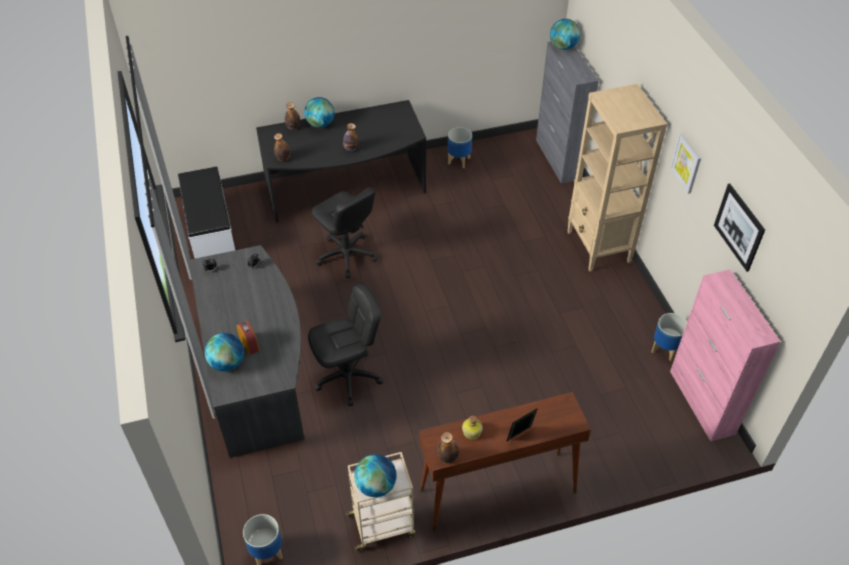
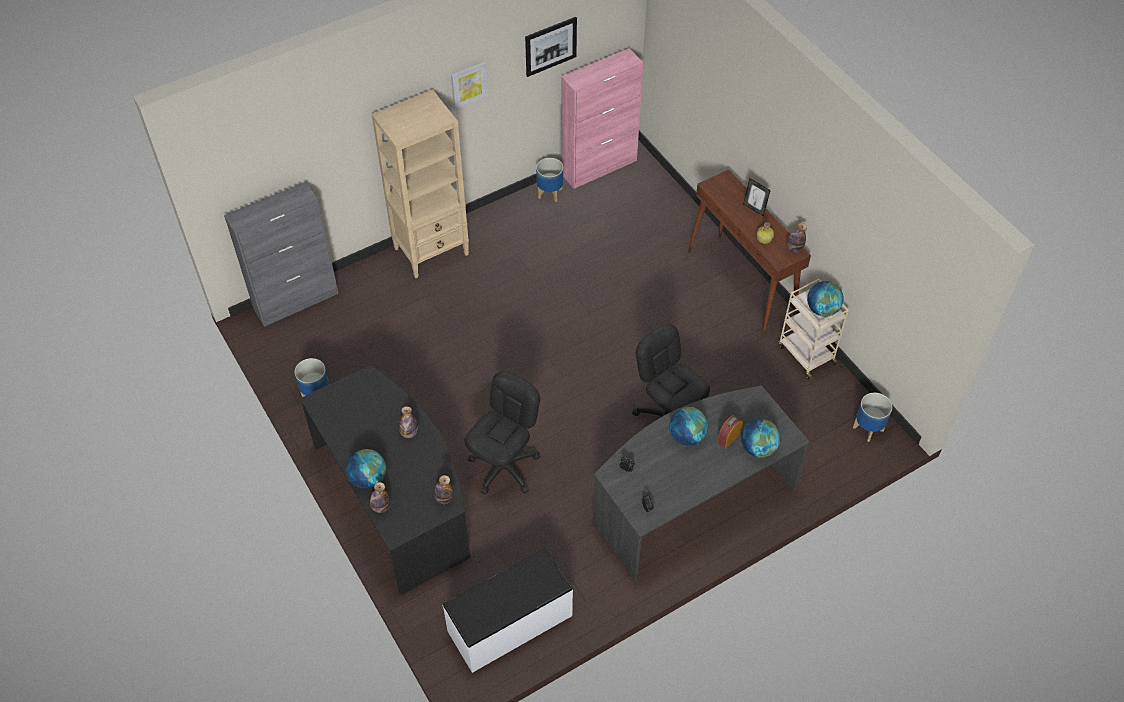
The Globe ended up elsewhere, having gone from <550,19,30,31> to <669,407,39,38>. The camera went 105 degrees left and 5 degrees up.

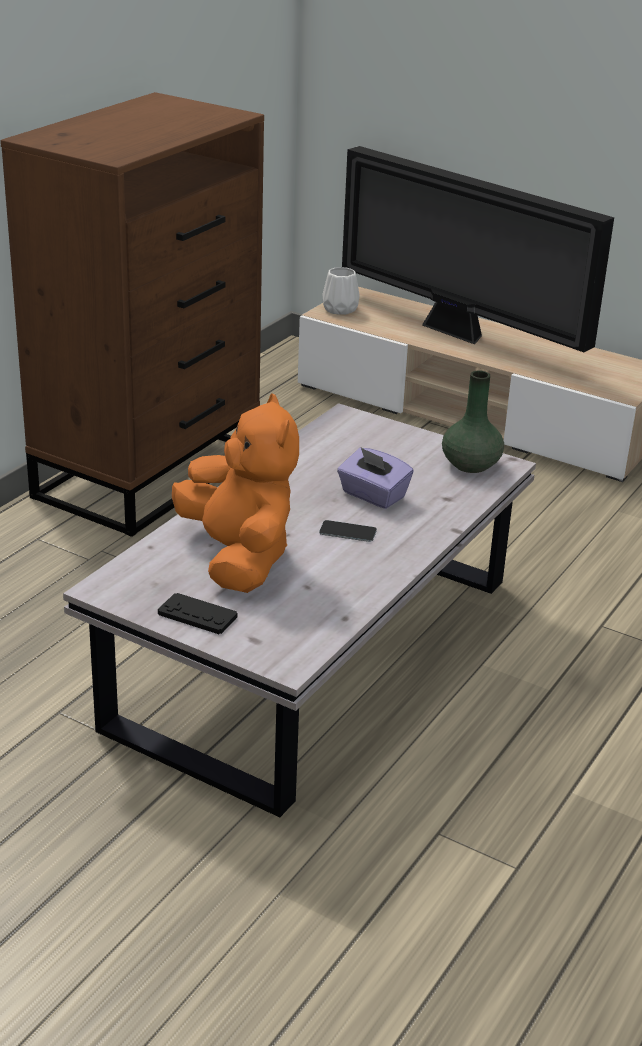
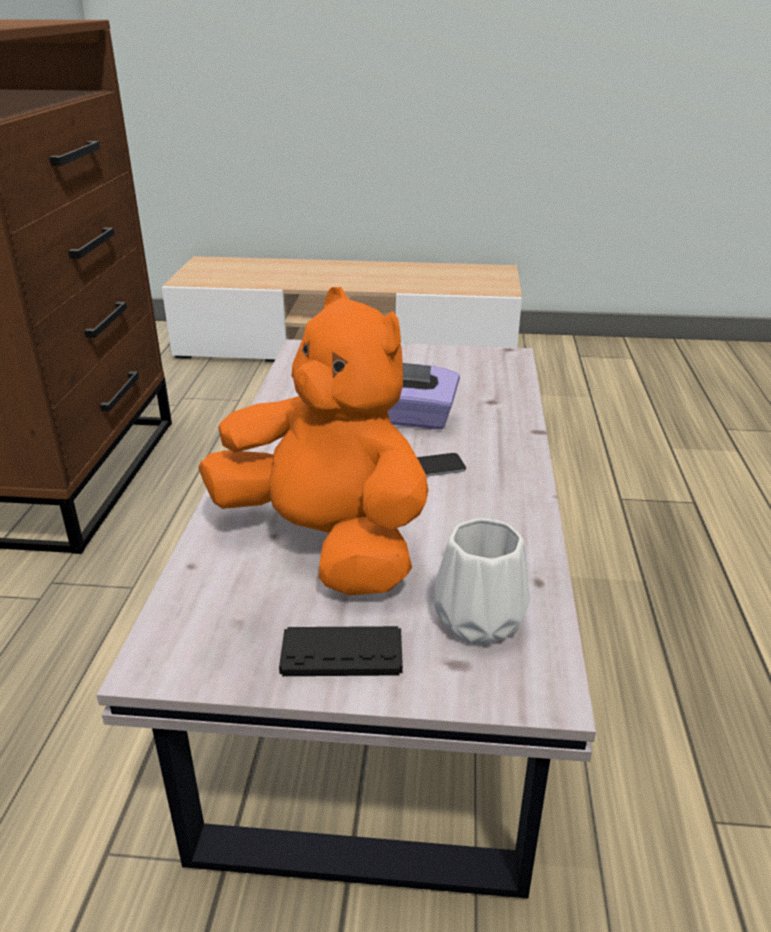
The WhiteVase ended up elsewhere, having gone from <322,267,38,48> to <434,518,96,127>. The second view lost the Television at <342,146,272,206>. The second view lost the GreenVase at <442,370,62,103>. The camera went 25 degrees left and 0 degrees up.

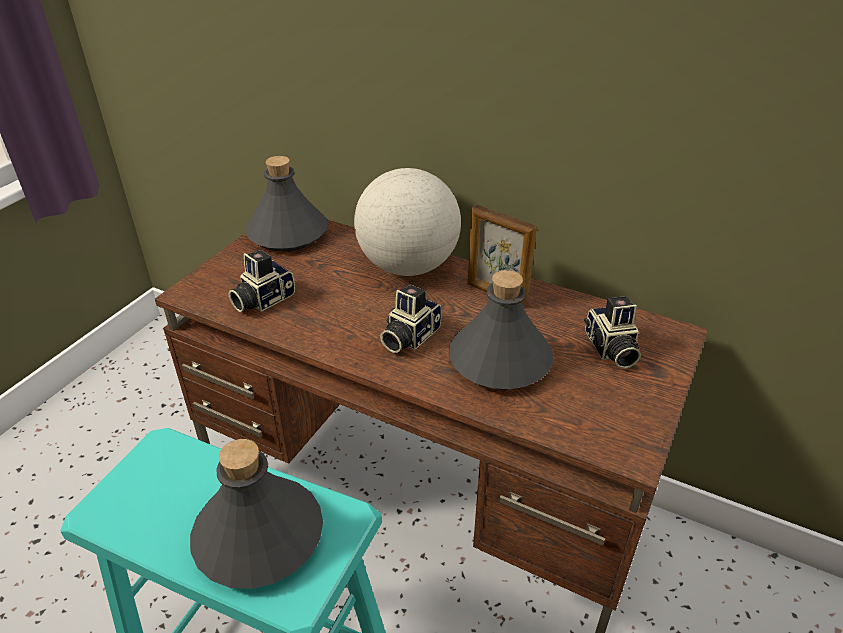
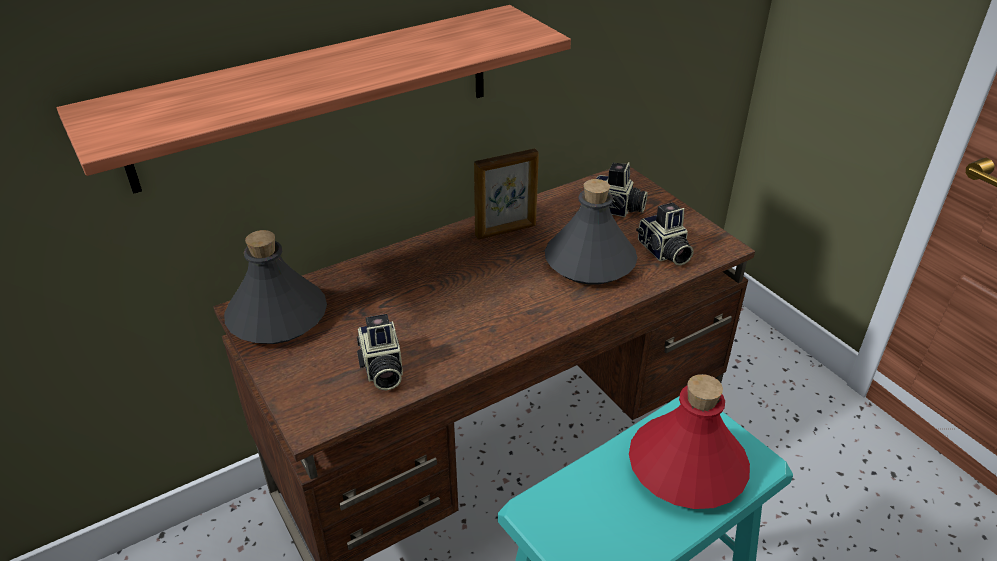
The second view gained the Shelf at <57,5,514,189>. What was the GreyBottle at <190,439,133,150> turned into the RedBottle at <629,374,121,135>. The PhotoCamera ended up elsewhere, having gone from <380,284,62,69> to <636,202,58,64>. The second view lost the Globe at <354,168,107,108>. The camera went 60 degrees left and 0 degrees up.

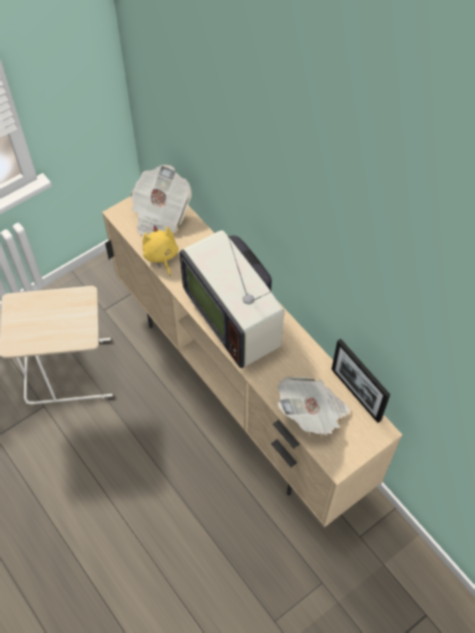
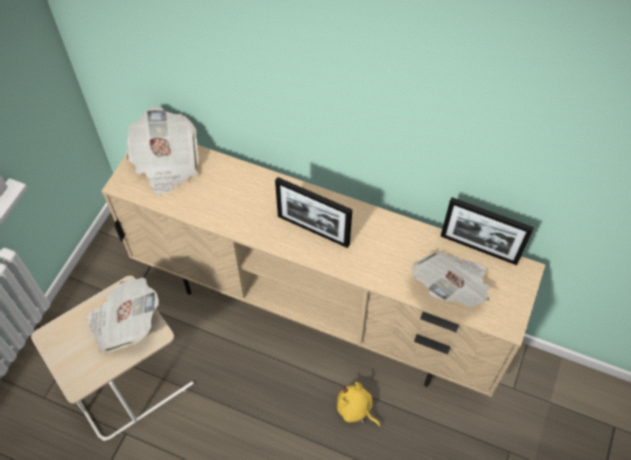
The second view gained the Newspaper at <86,278,73,75>. Where the Television stood at <180,230,104,138>, the PictureFrame came to stand at <275,177,77,71>. The YellowPlushToy ended up elsewhere, having gone from <143,225,35,51> to <337,382,43,45>. The camera went 30 degrees left and 0 degrees up.

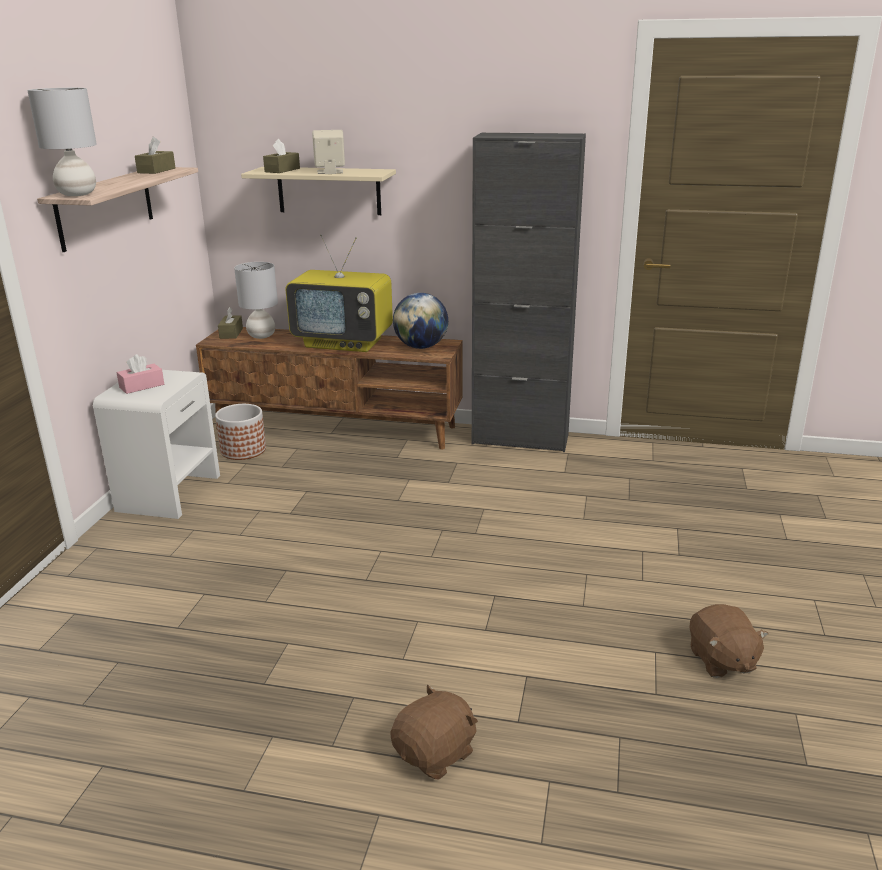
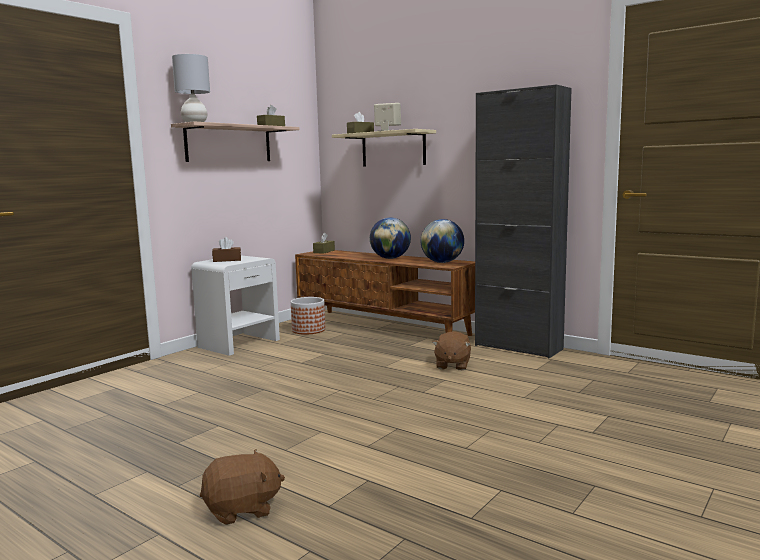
What was the PinkTissueBox at <116,354,48,40> turned into the BrownTissueBox at <212,237,29,25>. Where the Television stood at <285,234,108,118>, the Globe came to stand at <370,218,41,41>. The BrownPlushToy ended up elsewhere, having gone from <689,604,80,74> to <432,331,39,39>. The second view lost the GreyTableLamp at <234,262,44,77>. The camera went 25 degrees right and 15 degrees down.

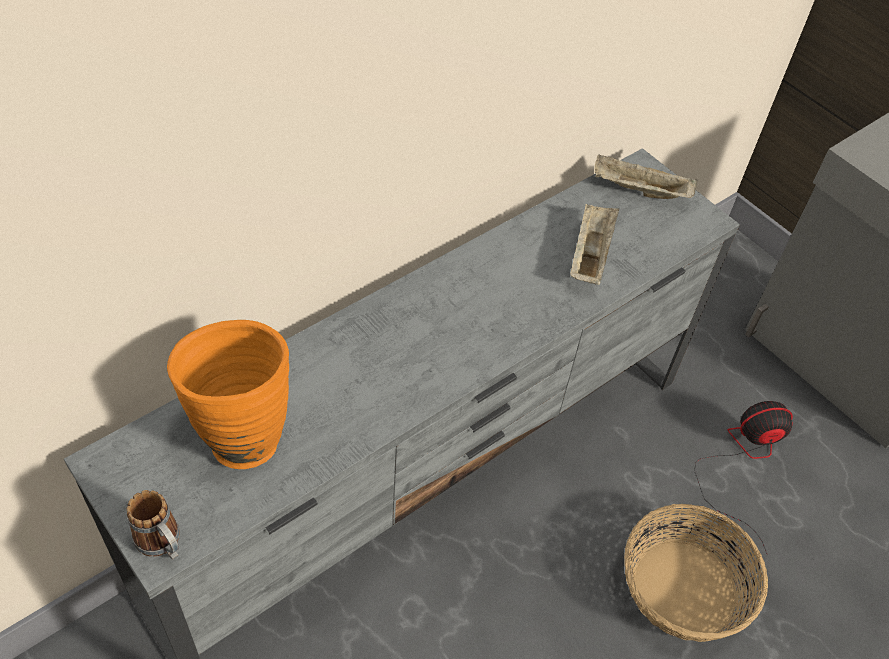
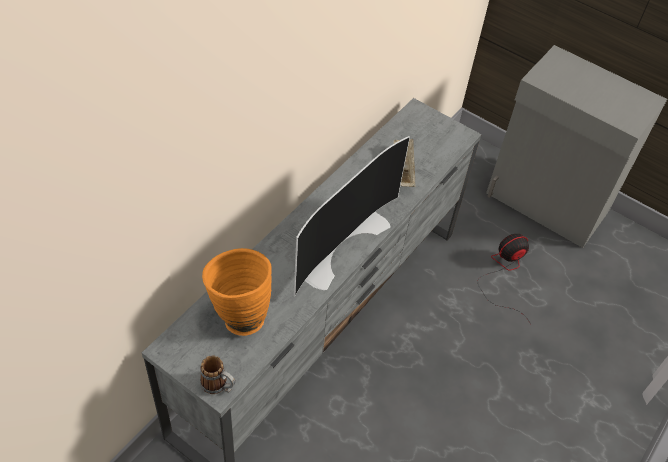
The second view gained the Television at <294,136,116,160>. The second view lost the BeigeTray at <594,154,104,45>. The second view lost the Basket at <624,504,144,138>. The camera went 15 degrees left and 0 degrees up.

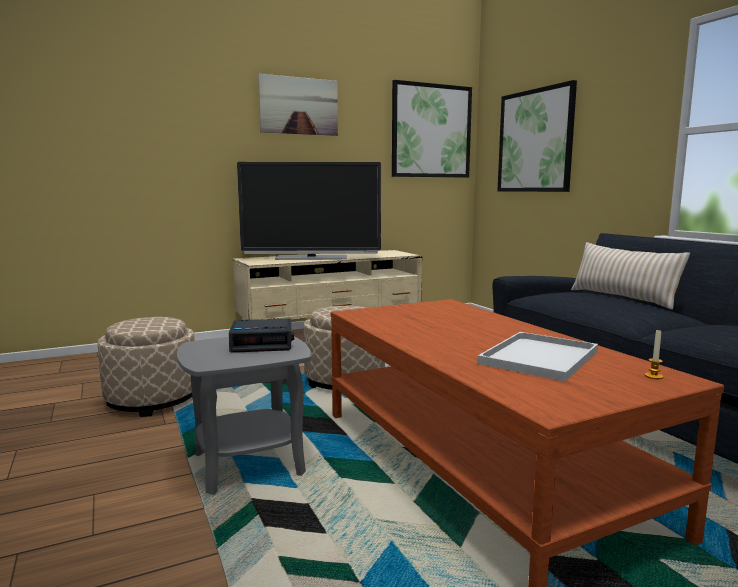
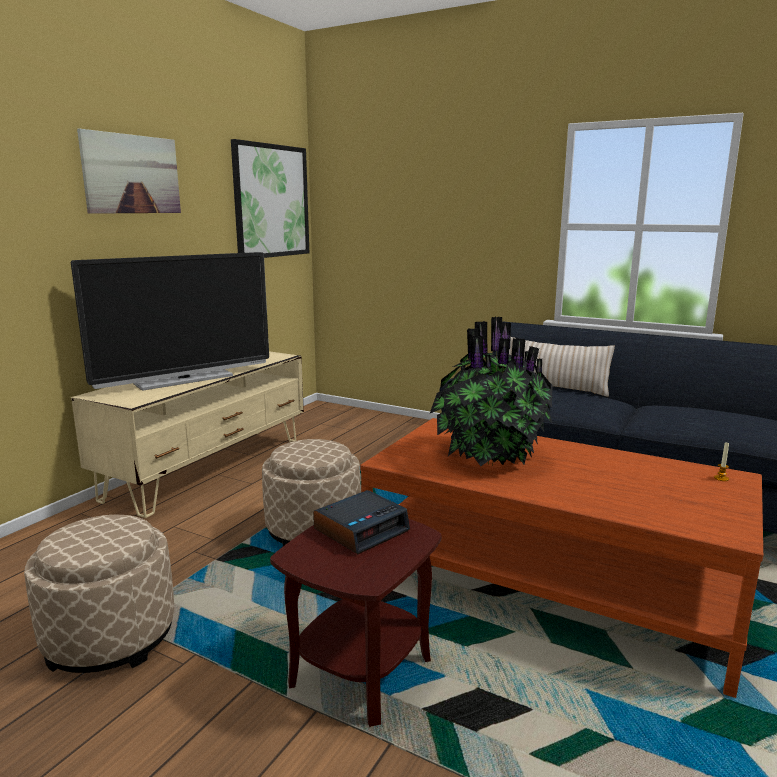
What was the GreySideTable at <177,336,134,159> turned into the BrownSideTable at <270,519,171,208>. The second view gained the PottedPlant at <430,317,123,149>. The second view lost the WhiteTray at <477,332,121,50>. The second view lost the Picture at <497,80,80,112>. The camera went 35 degrees left and 5 degrees up.

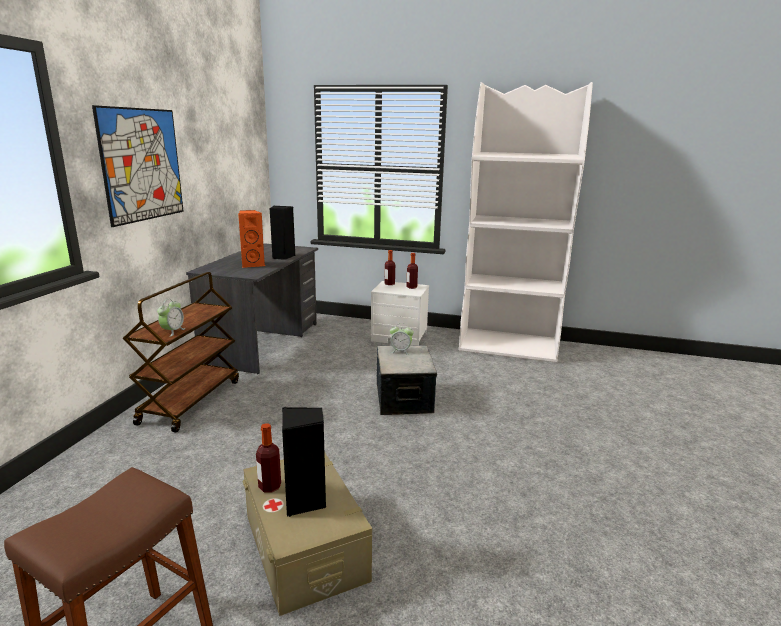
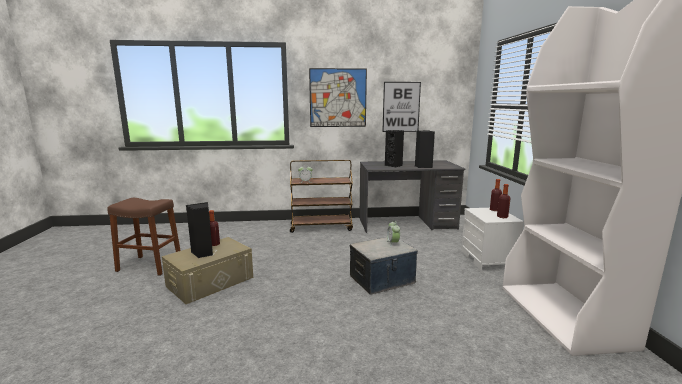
The second view gained the Picture at <382,82,39,50>. What was the OrangeSpeaker at <238,210,27,58> turned into the BlackSpeaker at <385,130,19,38>. The camera went 70 degrees right and 5 degrees down.

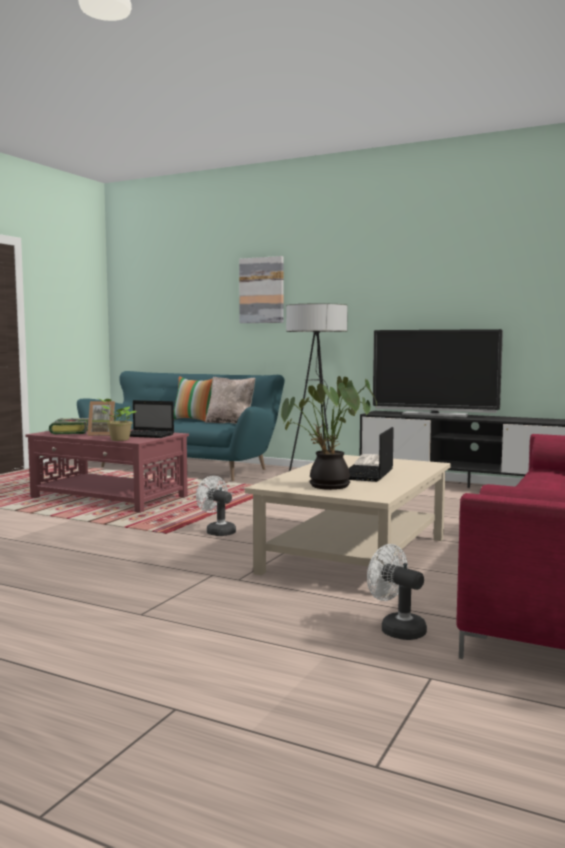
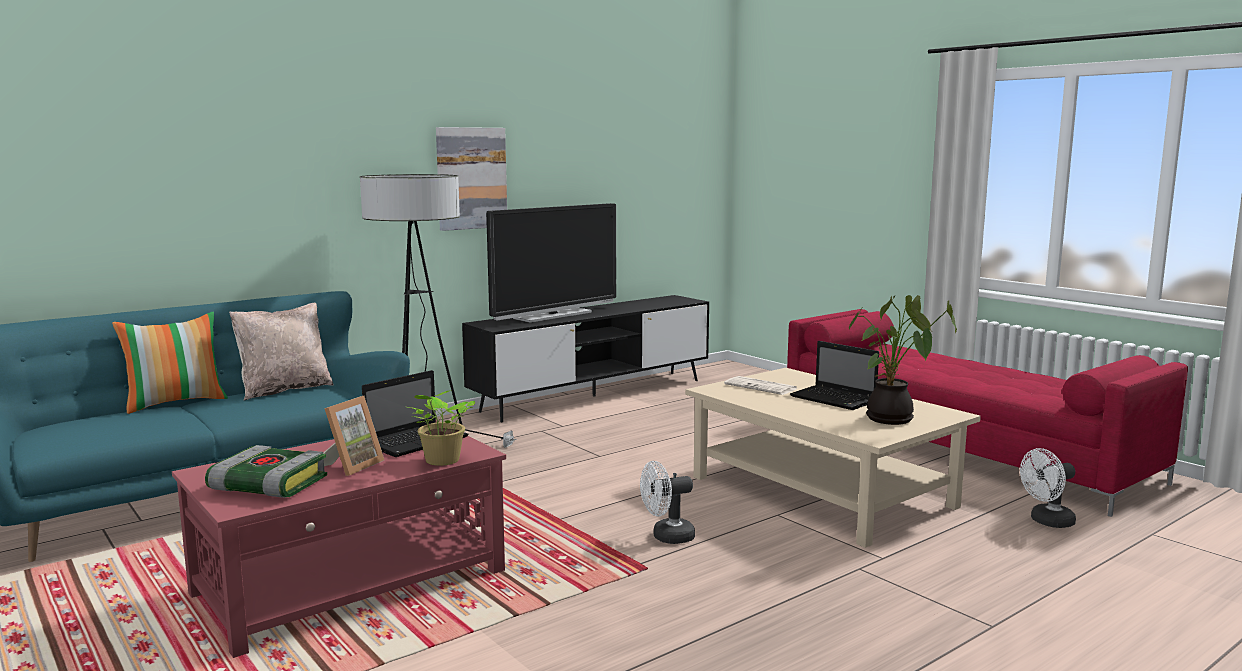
The Picture ended up elsewhere, having gone from <239,256,44,67> to <436,127,71,104>. The camera went 65 degrees left and 5 degrees up.

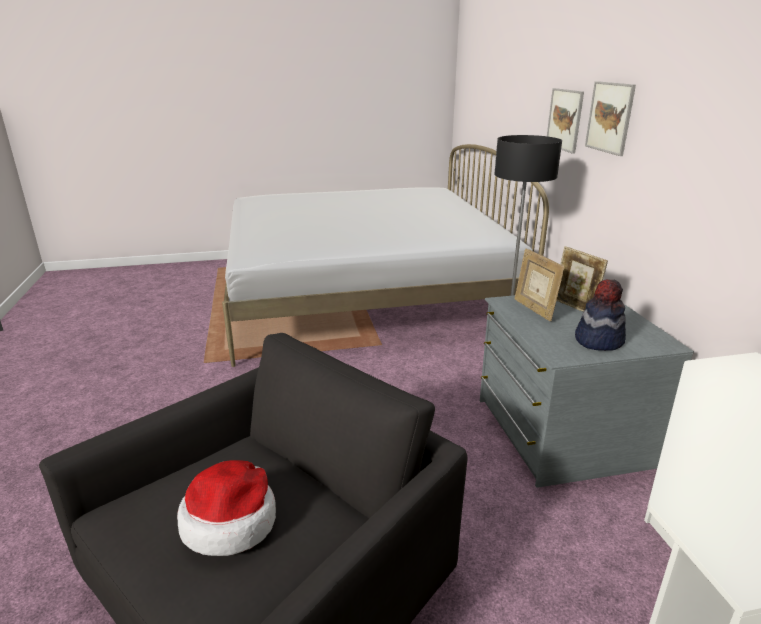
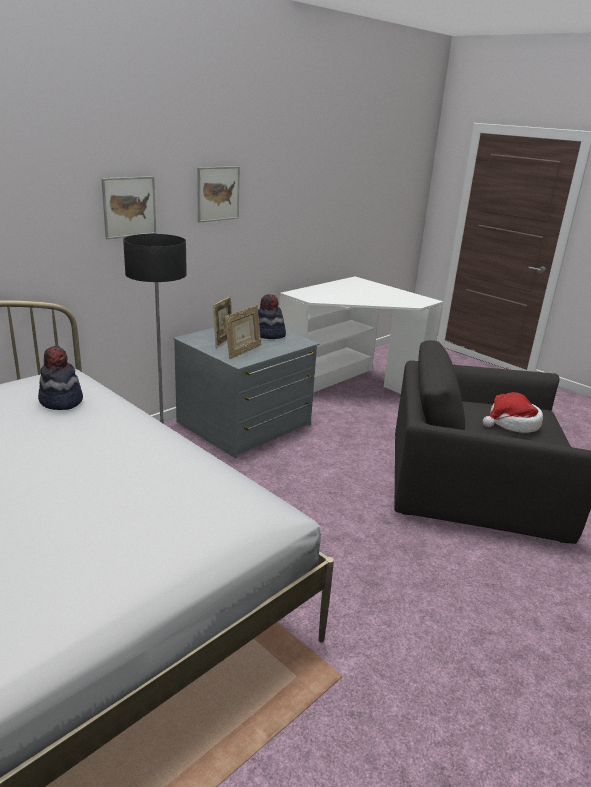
The second view gained the Hat at <38,346,45,64>. The Picture ended up elsewhere, having gone from <547,88,37,66> to <197,166,43,57>. The camera went 125 degrees left and 0 degrees up.

